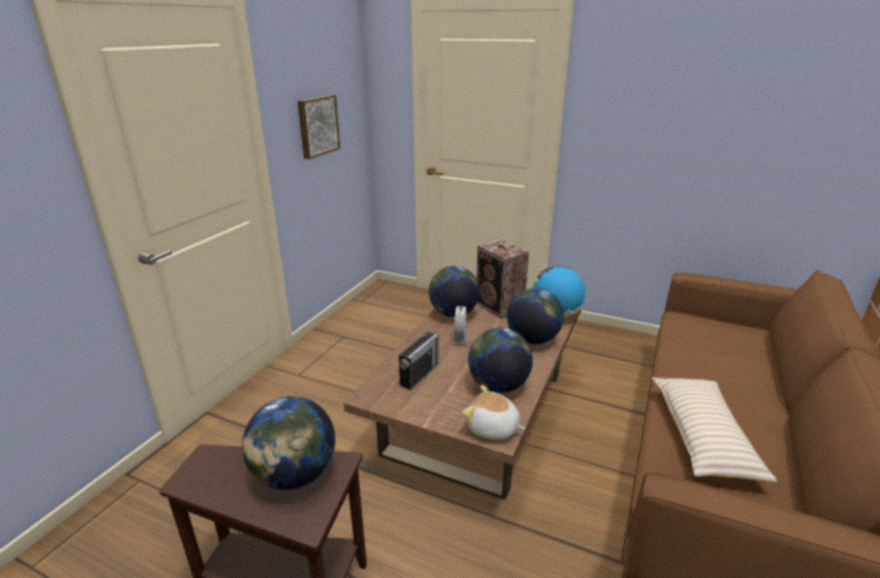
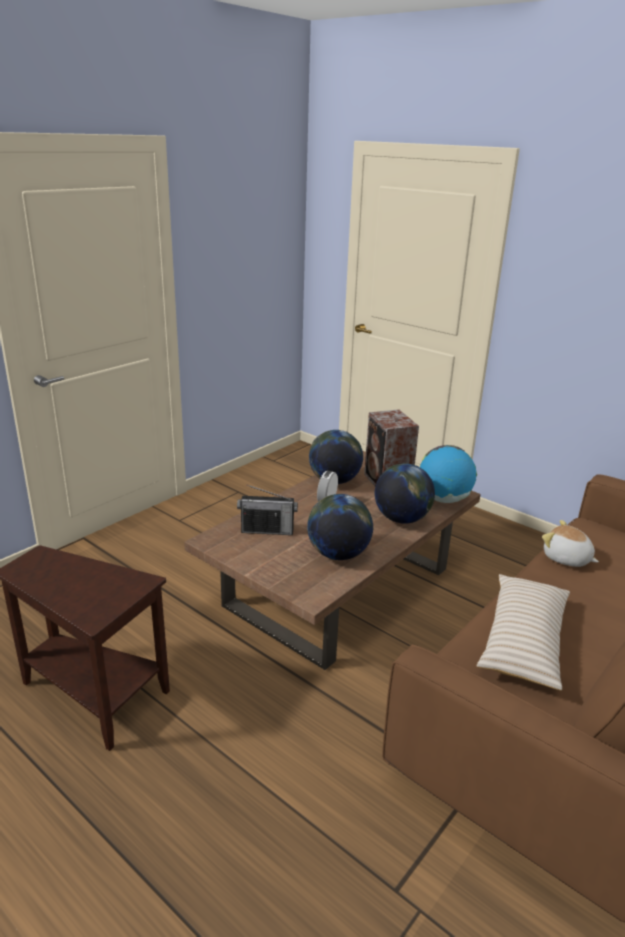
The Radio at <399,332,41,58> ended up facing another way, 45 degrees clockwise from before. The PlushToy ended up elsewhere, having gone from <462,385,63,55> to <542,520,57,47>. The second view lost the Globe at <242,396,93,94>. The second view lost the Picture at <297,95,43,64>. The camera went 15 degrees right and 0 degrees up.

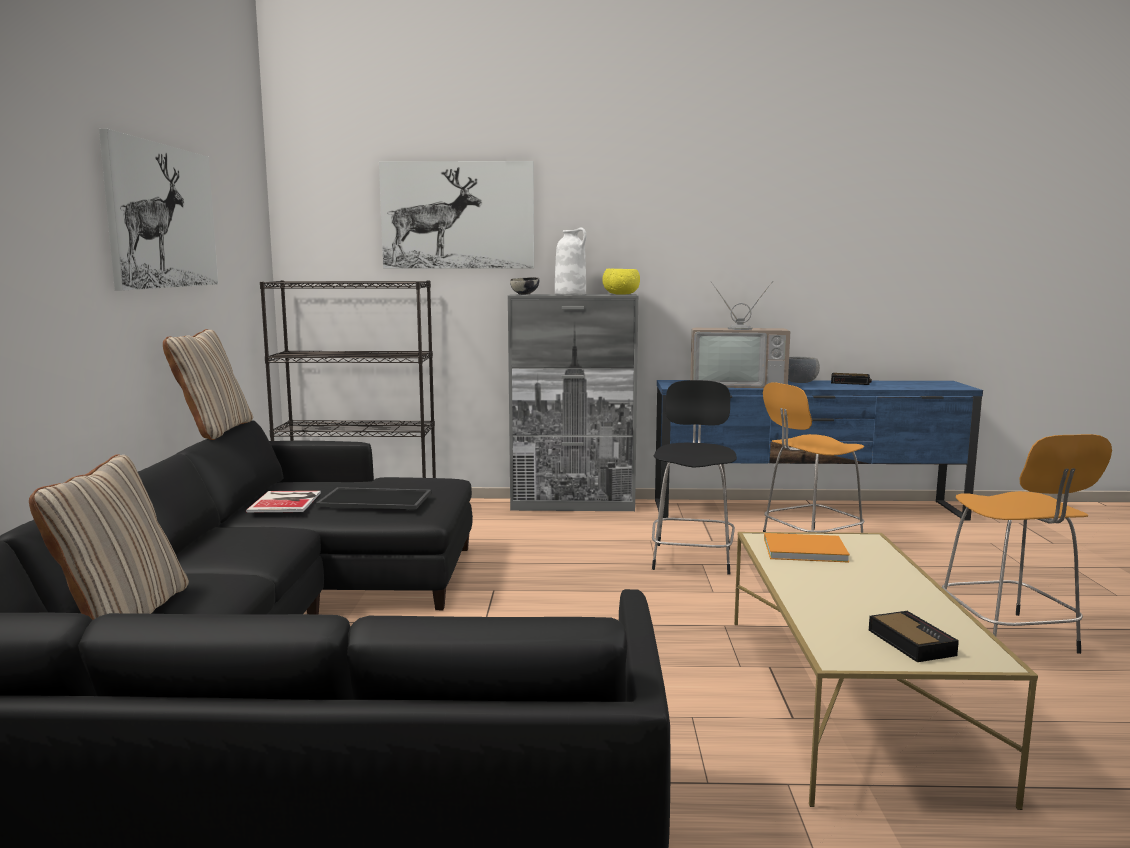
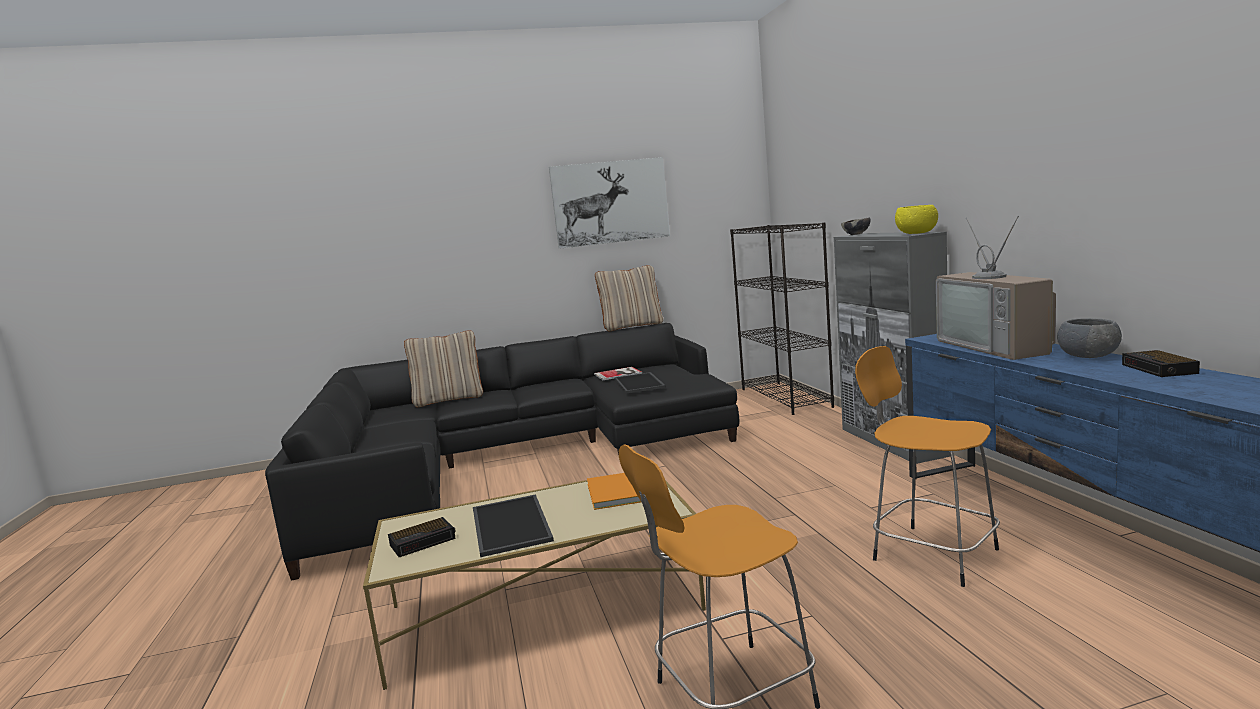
The second view gained the Tray at <473,494,81,63>. The second view lost the Picture at <379,161,155,107>. The second view lost the WhiteVase at <555,228,32,67>. The second view lost the BlackStool at <652,380,85,195>. The camera went 75 degrees right and 0 degrees up.

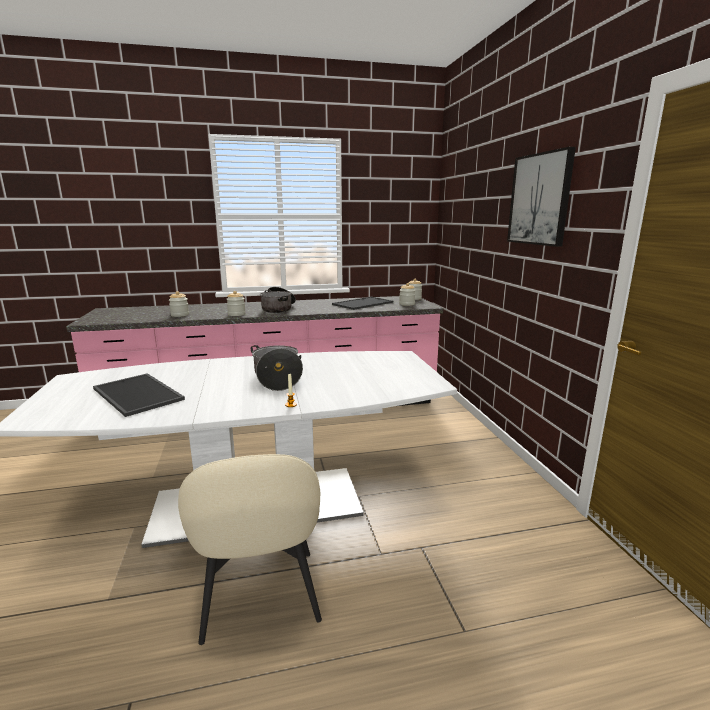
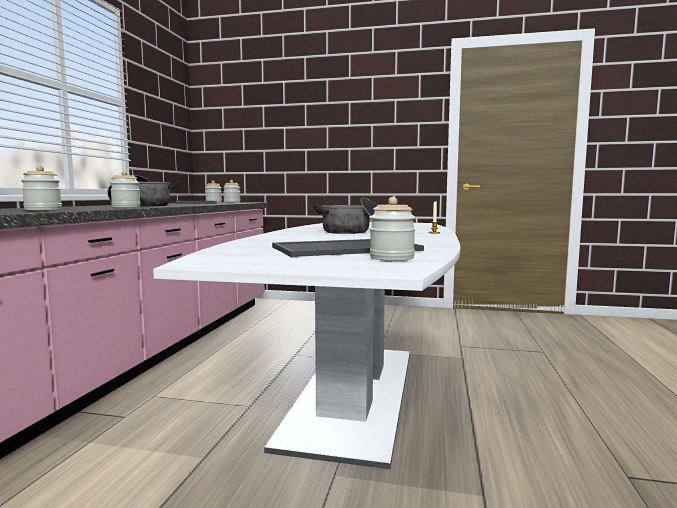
The second view gained the Jar at <370,197,45,64>. The second view lost the BeigeChair at <178,454,144,191>. The second view lost the Picture at <507,147,69,100>. The camera went 65 degrees left and 10 degrees down.

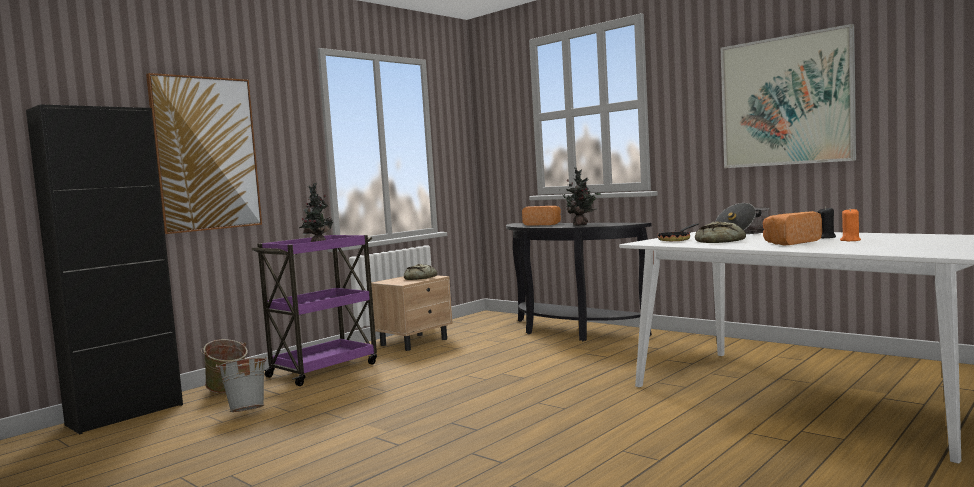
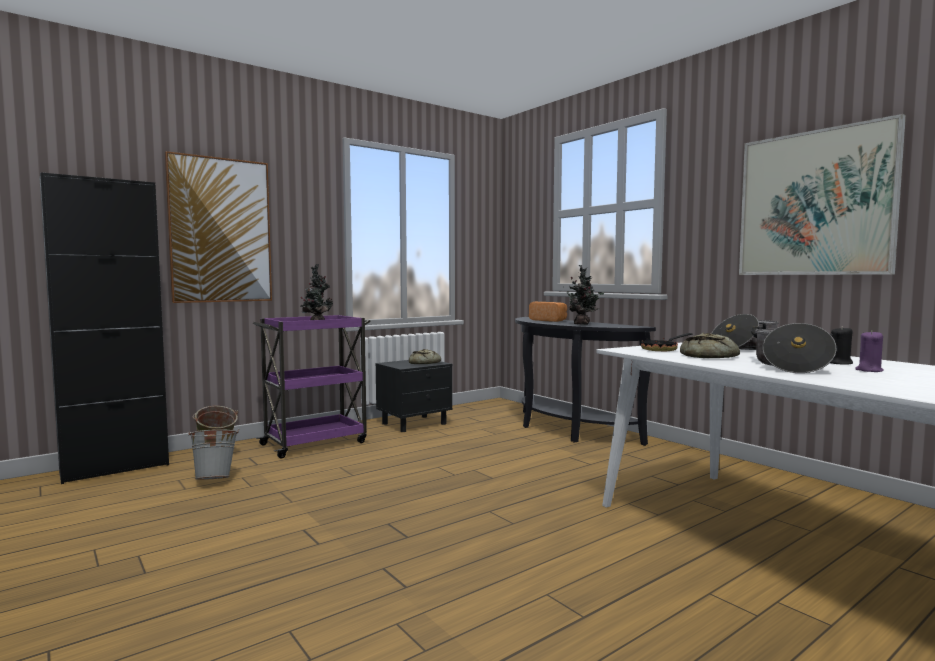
What was the BeigeNightstand at <371,275,82,76> turned into the BlackNightstand at <375,360,77,72>. Where the Bread stood at <763,211,59,35>, the CookingPot came to stand at <751,323,85,50>. What was the OrangeCandle at <840,209,21,32> turned into the PurpleCandle at <855,330,29,42>. The camera went 10 degrees right and 0 degrees up.

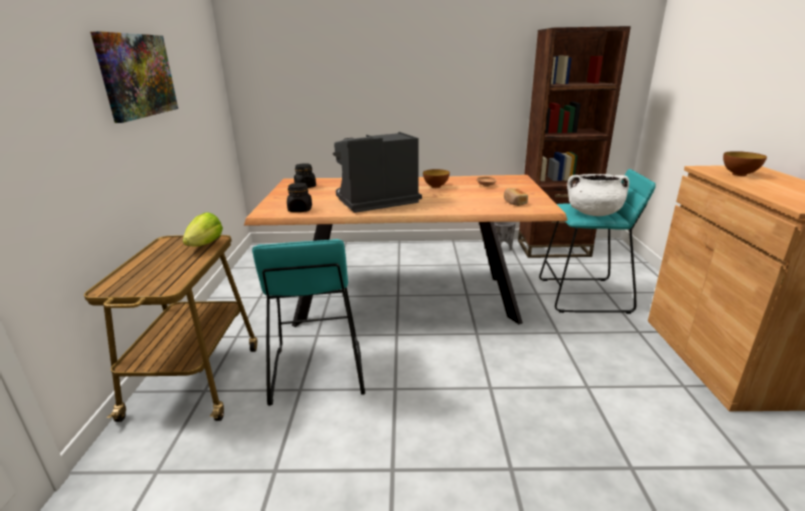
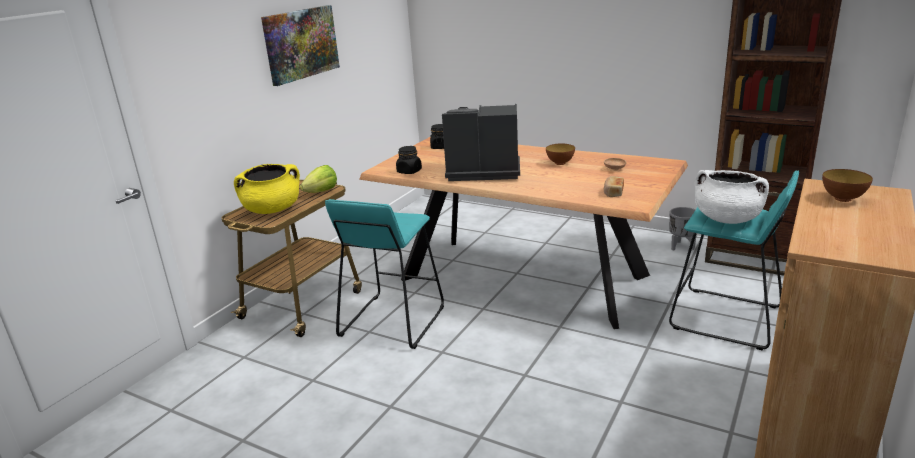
The second view gained the YellowCookingPot at <234,164,66,50>. The camera went 30 degrees right and 0 degrees up.

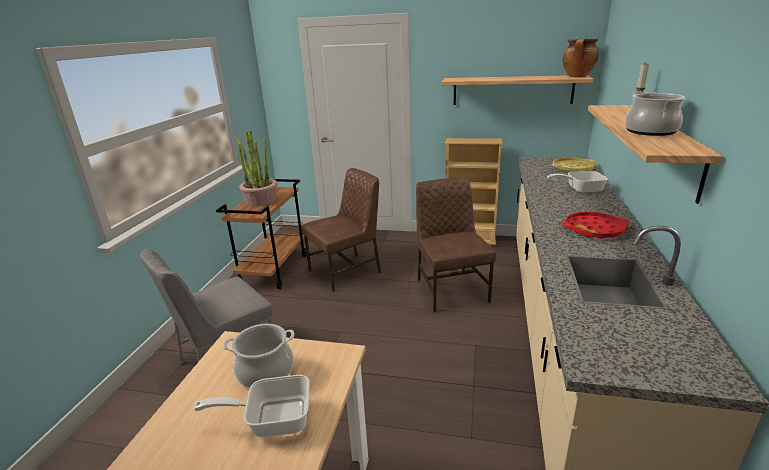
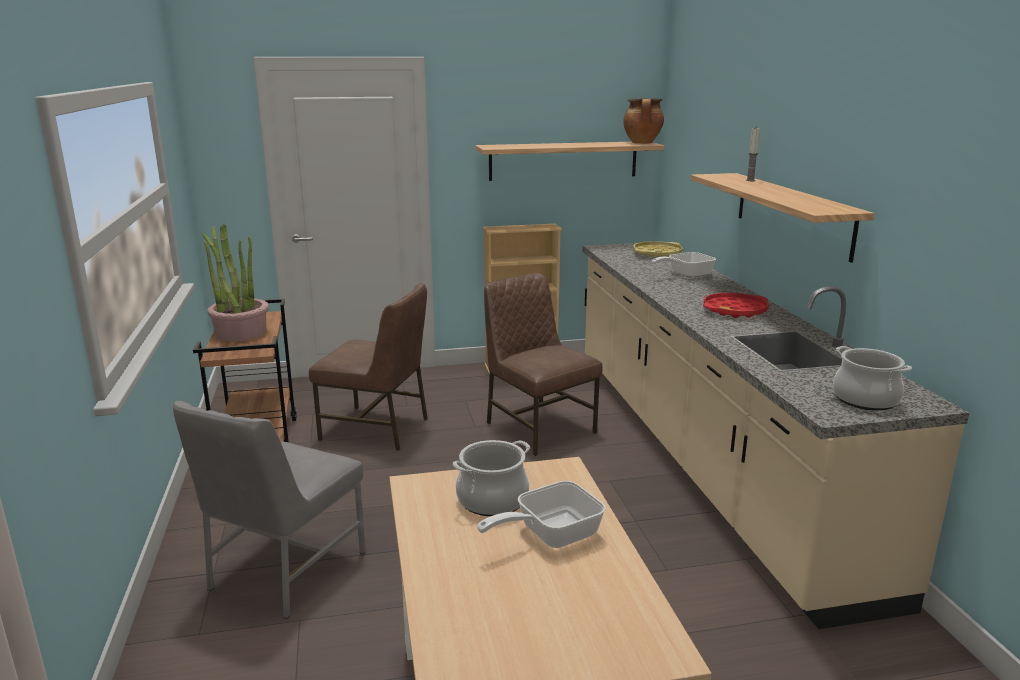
The BrownChair at <301,168,80,124> ended up facing another way, 75 degrees clockwise from before. The CookingPot ended up elsewhere, having gone from <625,91,61,45> to <833,346,79,65>. The camera went 25 degrees left and 5 degrees down.

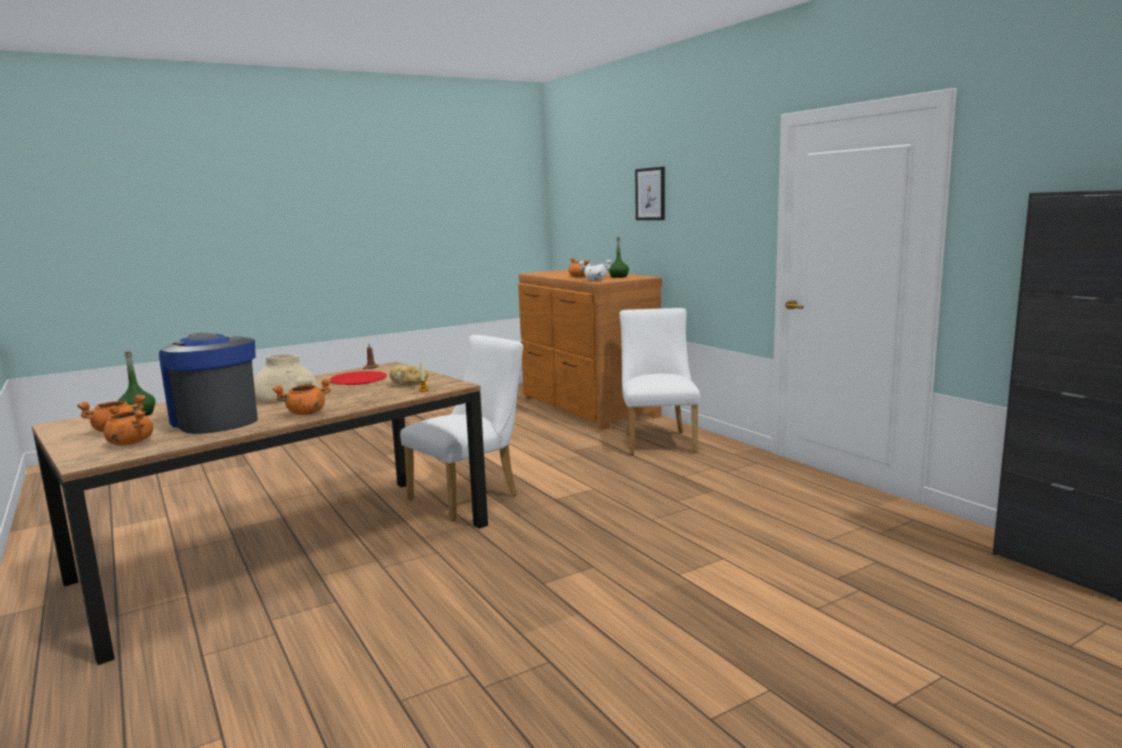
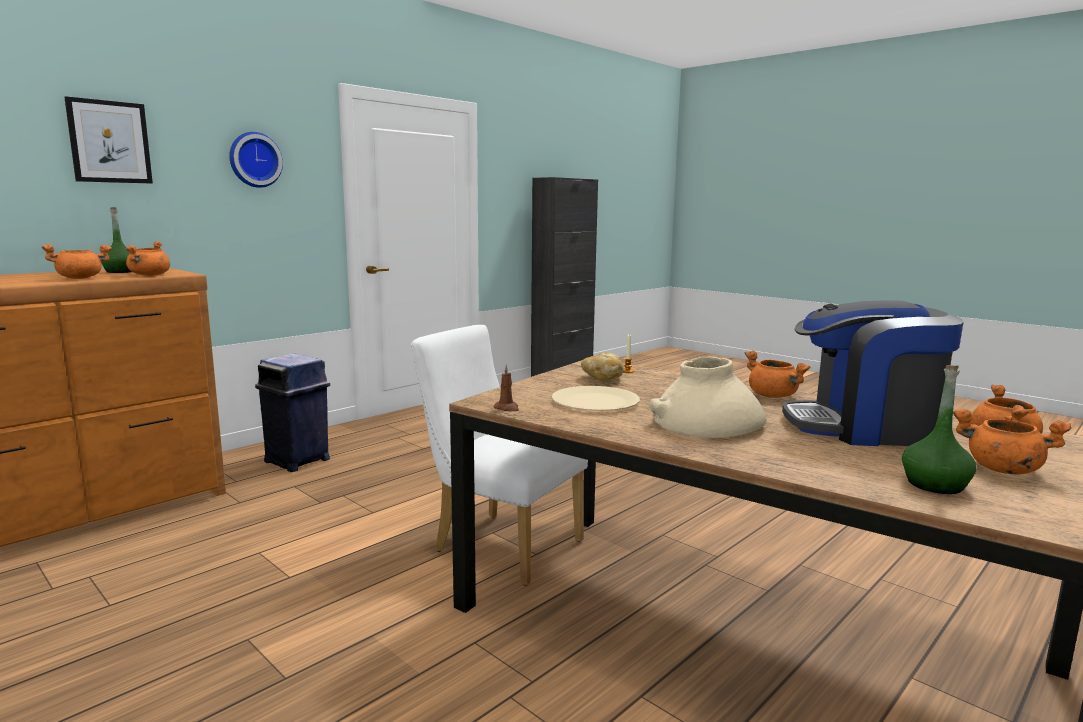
What was the WhiteCookingPot at <578,260,34,20> turned into the OrangeCookingPot at <126,241,44,35>. The second view gained the WallClock at <229,132,54,56>. Where the WhiteChair stood at <620,308,80,147>, the BlueTrashCan came to stand at <255,354,75,118>. What was the RedPlate at <330,371,57,14> turned into the BeigePlate at <552,386,88,25>. The CoffeeMachine at <159,333,99,101> ended up facing another way, 60 degrees clockwise from before. The camera went 105 degrees left and 0 degrees up.

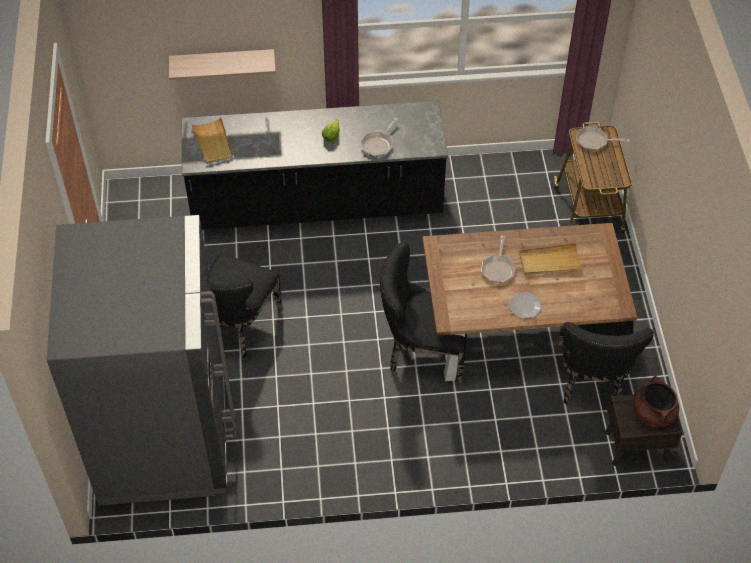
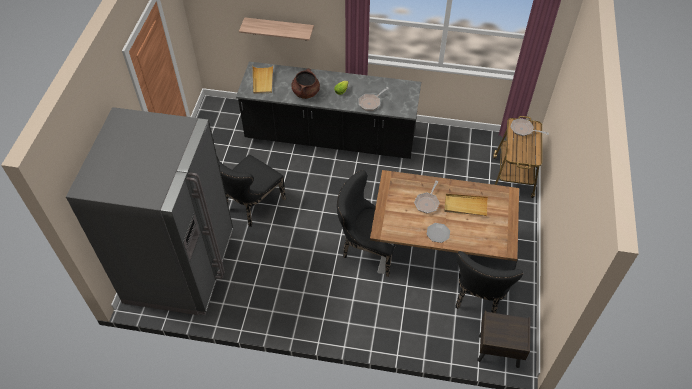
The BrownCookingPot ended up elsewhere, having gone from <633,376,46,52> to <292,68,28,31>. The camera went 15 degrees right and 0 degrees up.

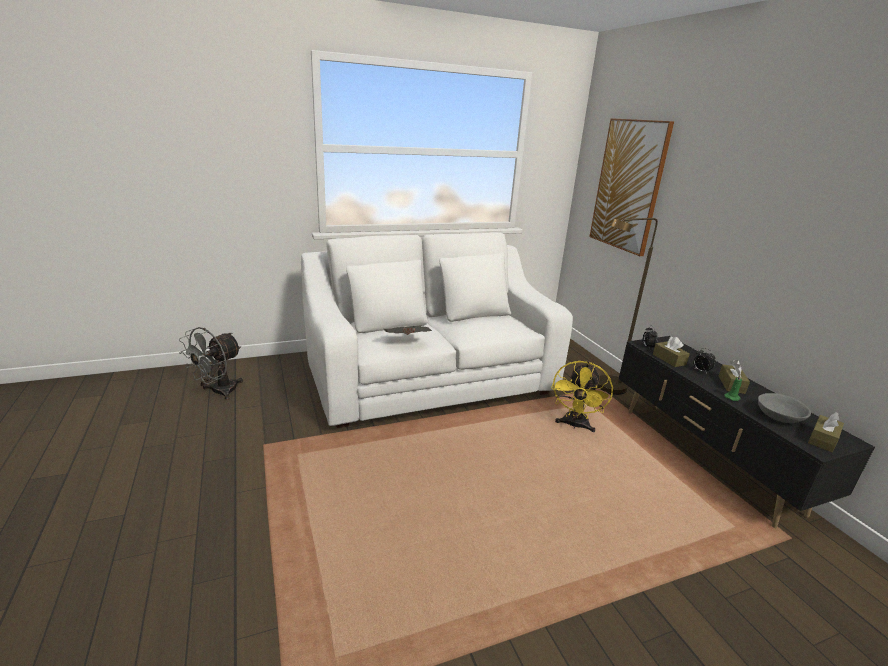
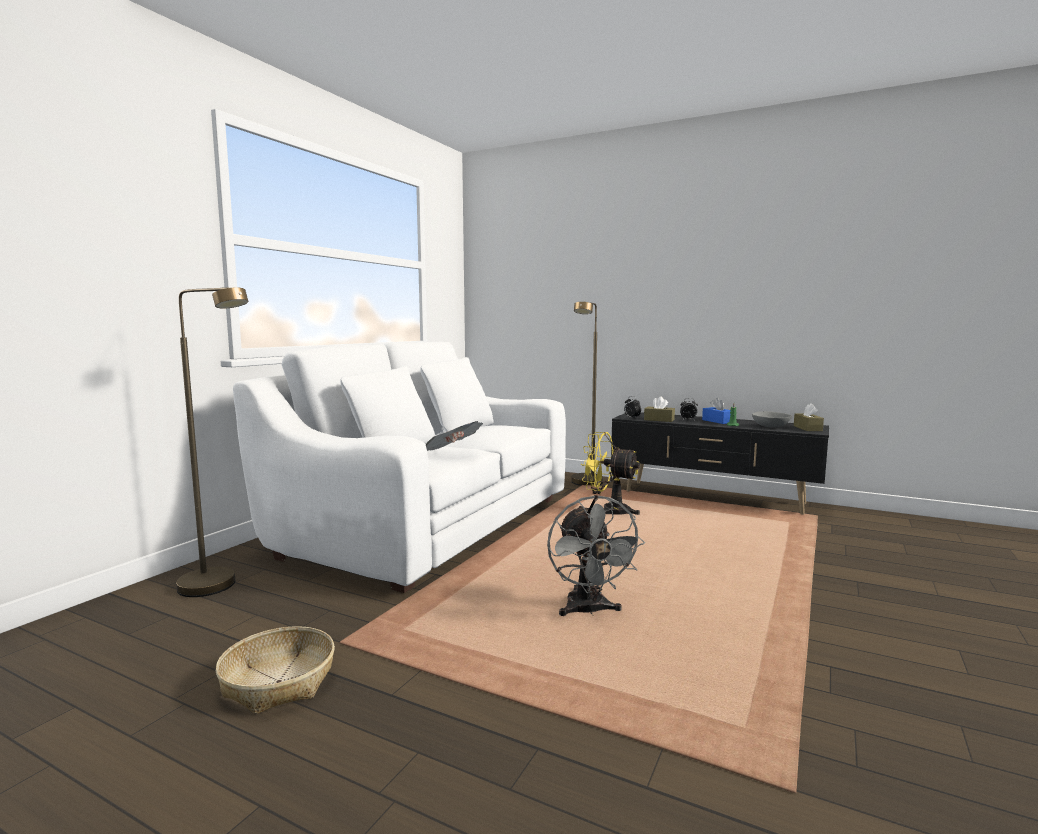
The second view gained the BrownFloorLamp at <176,287,72,310>. The second view gained the Basket at <216,626,119,88>. The GreyFan ended up elsewhere, having gone from <179,327,64,73> to <547,495,98,121>. The YellowFan at <551,361,62,71> ended up facing another way, 135 degrees clockwise from before. What was the BrownTissueBox at <719,360,31,34> turned into the BlueTissueBox at <702,398,29,26>. The second view lost the Picture at <589,118,85,138>. The camera went 40 degrees left and 15 degrees down.

